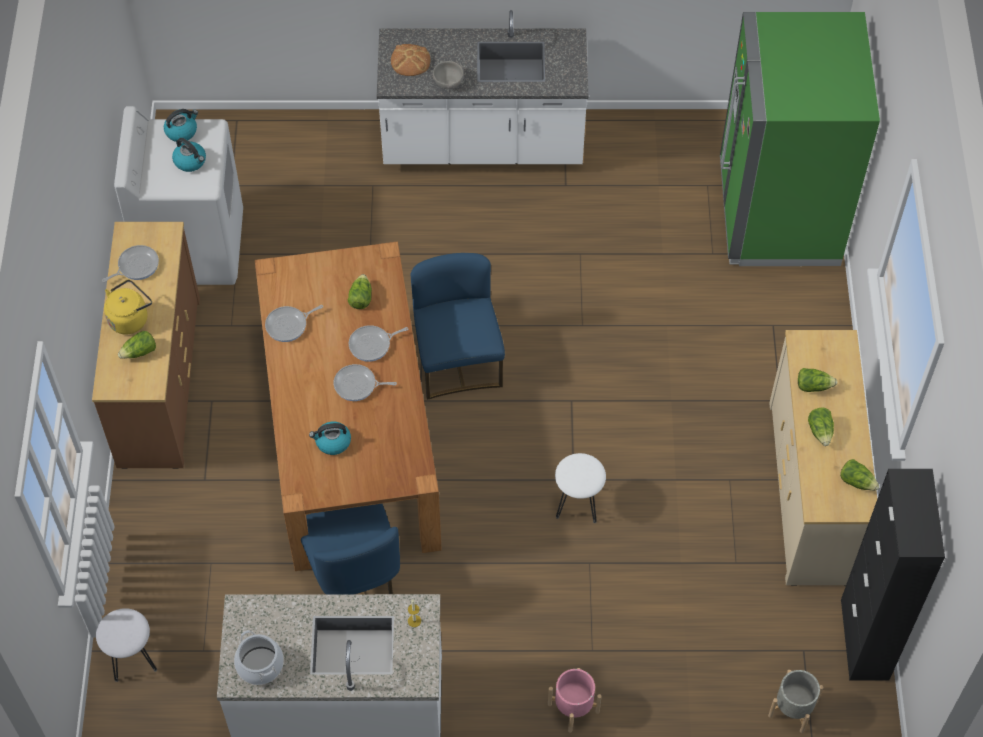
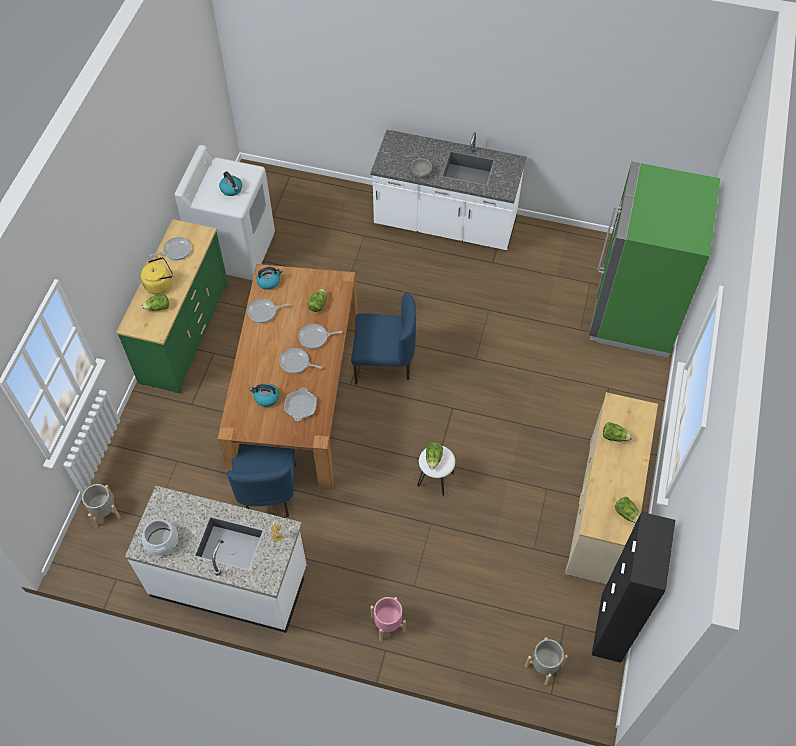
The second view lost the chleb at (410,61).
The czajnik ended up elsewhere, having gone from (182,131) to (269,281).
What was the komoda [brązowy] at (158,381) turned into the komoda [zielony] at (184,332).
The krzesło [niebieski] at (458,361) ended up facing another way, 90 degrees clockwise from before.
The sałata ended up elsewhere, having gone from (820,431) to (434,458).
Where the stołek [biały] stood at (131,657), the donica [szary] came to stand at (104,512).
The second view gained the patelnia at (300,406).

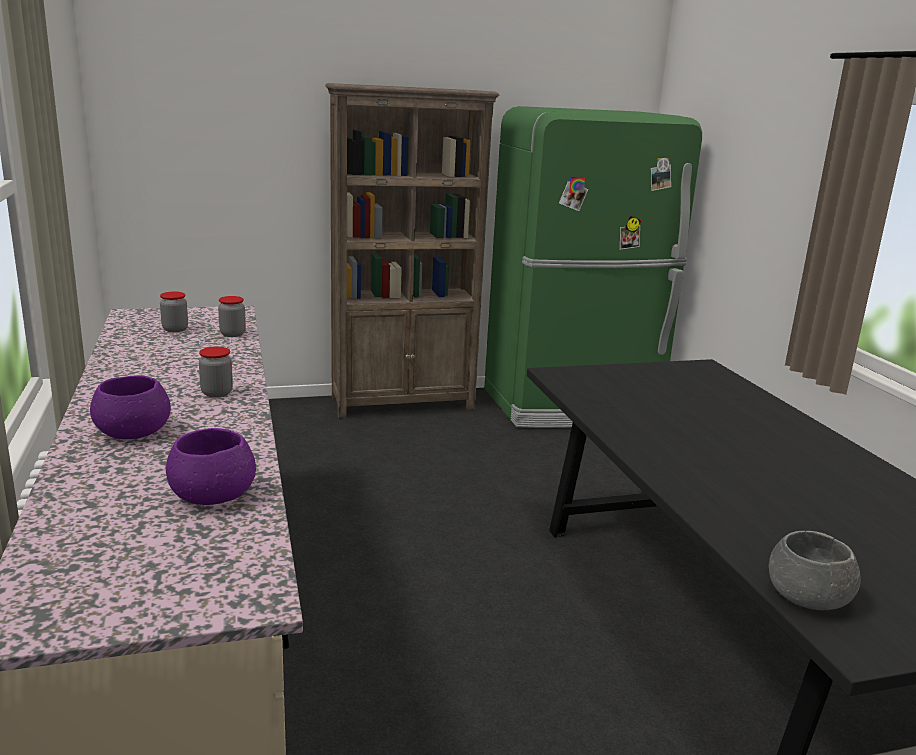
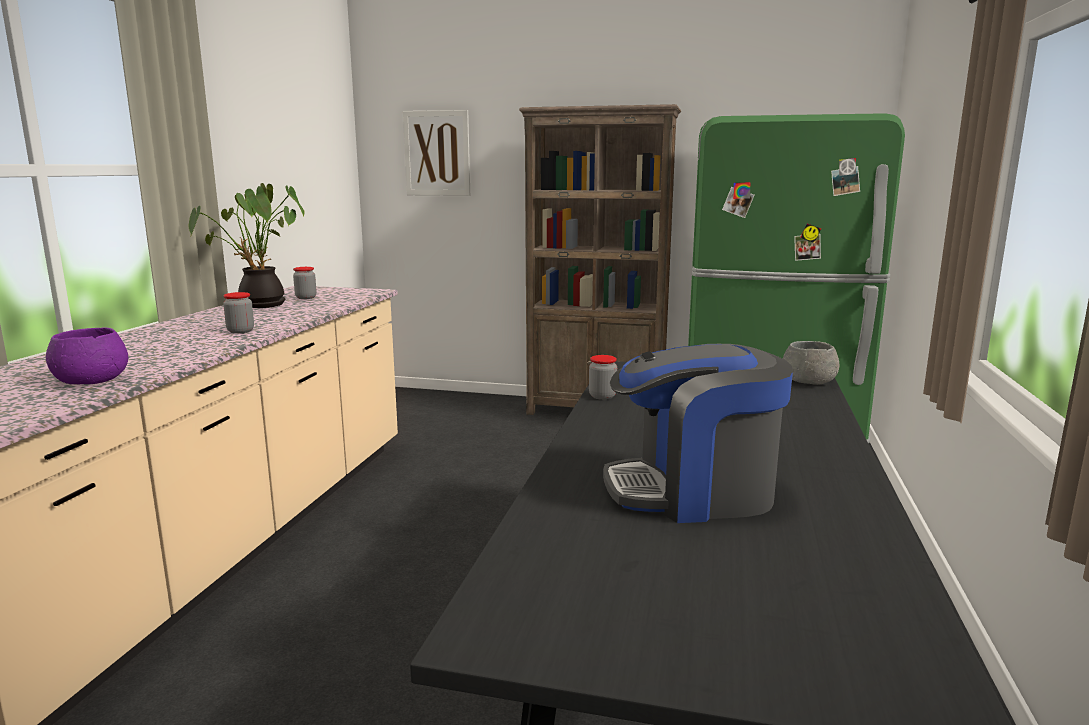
The słoik ended up elsewhere, having gone from (232,334) to (602,396).
The second view lost the miska [fioletowy] at (134,431).
The miska [szary] ended up elsewhere, having gone from (808,597) to (808,381).
The second view gained the obraz at (437,153).
The second view gained the roślina doniczkowa at (259,305).
The second view gained the ekspres do kawy at (693,492).

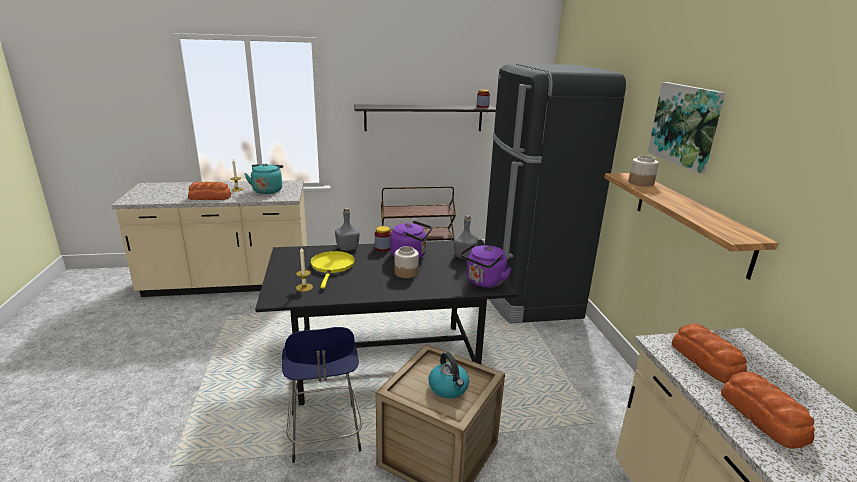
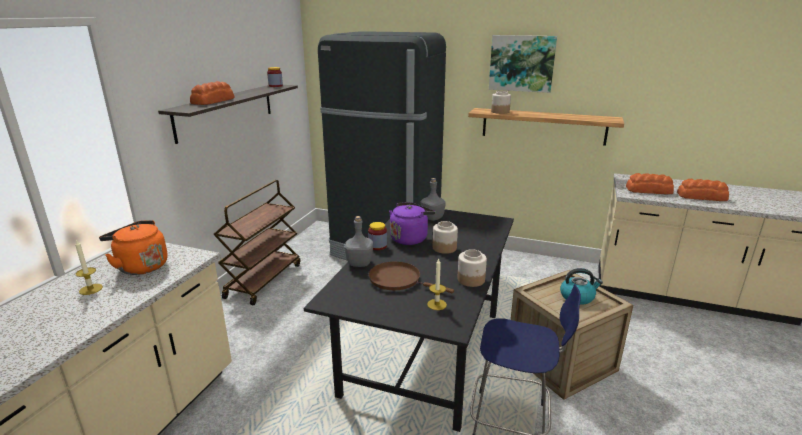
What was the czajnik [turkusowy] at (267,190) turned into the czajnik [pomarańczowy] at (140,266).
The chleb ended up elsewhere, having gone from (210,197) to (213,101).
The second view lost the czajnik [fioletowy] at (484,282).
What was the patelnia [żółty] at (332,266) turned into the patelnia [brązowy] at (398,280).
The second view gained the słoik at (471,280).

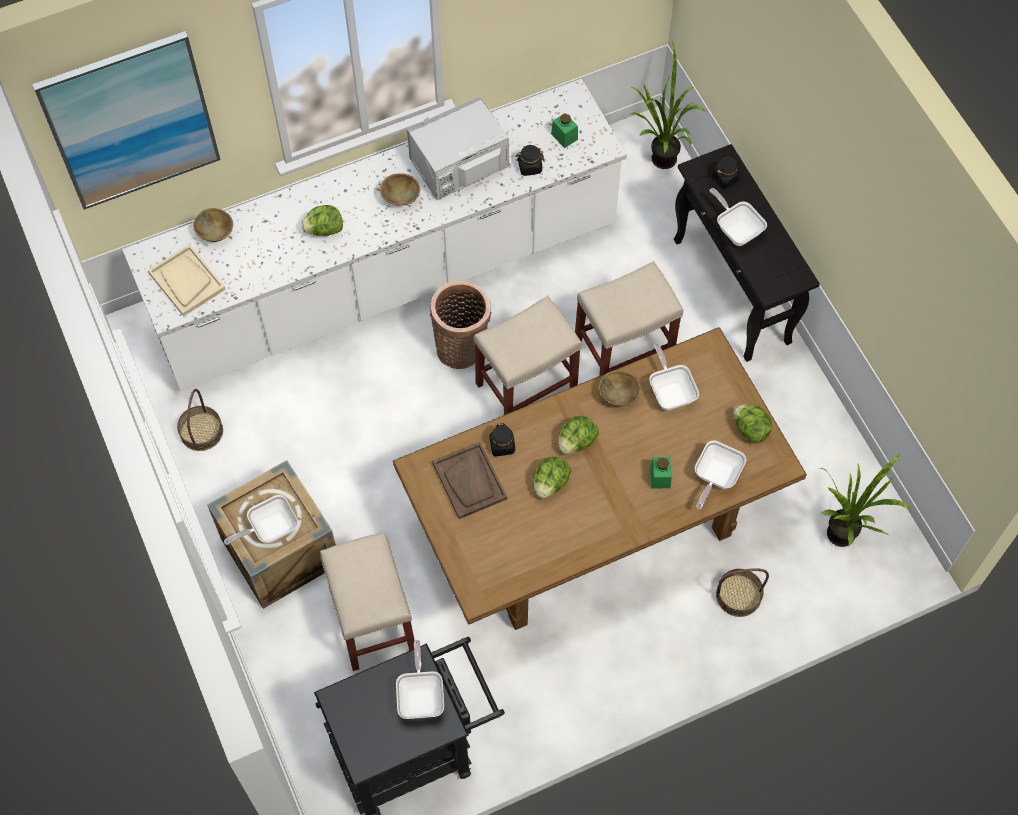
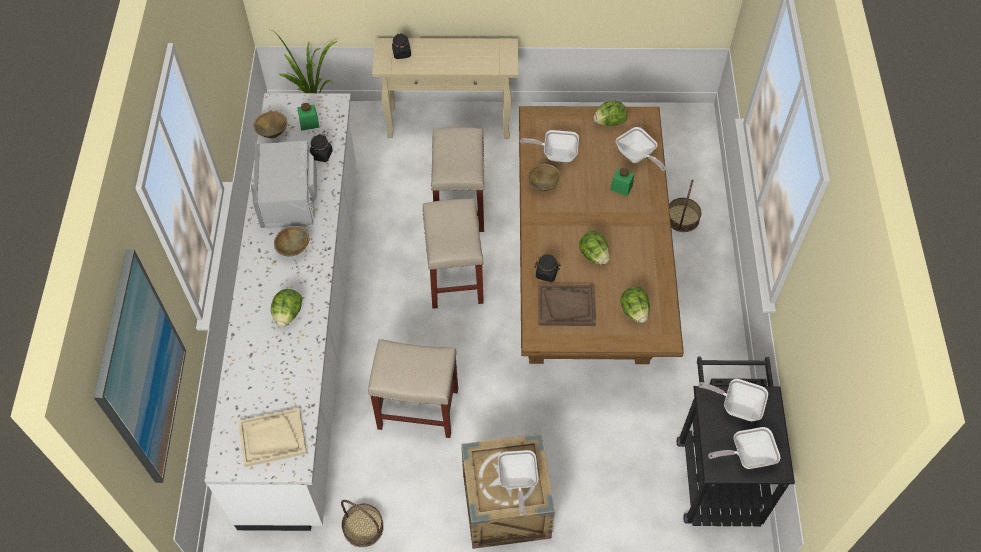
What was the stolik konsolowy [czarny] at (732,292) turned into the stolik konsolowy [beżowy] at (450,123).
The patelnia ended up elsewhere, having gone from (736,229) to (747,455).
The miska [brązowy] ended up elsewhere, having gone from (216,233) to (273,132).
The second view lost the koszyk at (462,347).
The sałata ended up elsewhere, having gone from (576,442) to (634,311).
The second view lost the roślina doniczkowa at (843,541).
The stołek [beżowy] ended up elsewhere, having gone from (372,620) to (417,409).

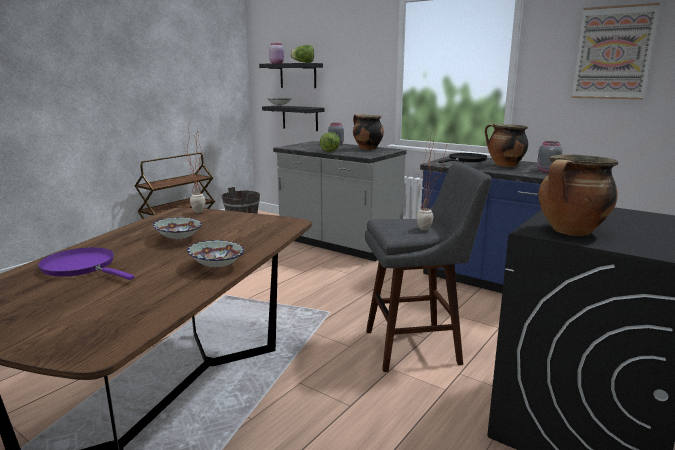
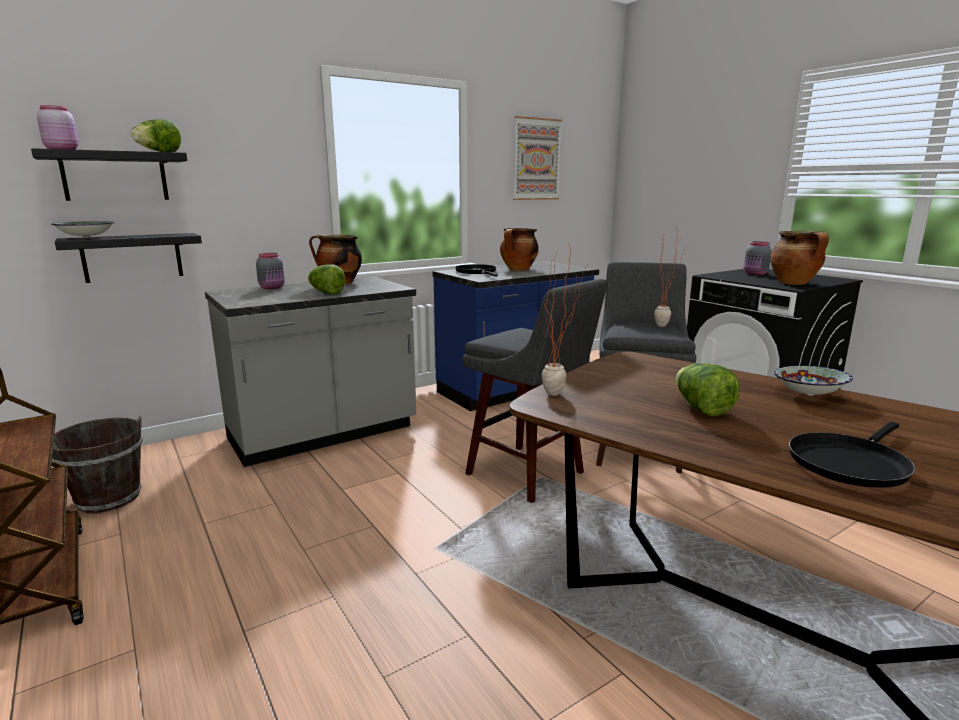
The słoik [szary] ended up elsewhere, having gone from (547,171) to (755,274).
Where the miska stood at (178,239), the sałata came to stand at (701,408).
What was the patelnia [fioletowy] at (82,267) turned into the patelnia [czarny] at (849,463).
The second view gained the stołek [szary] at (529,475).

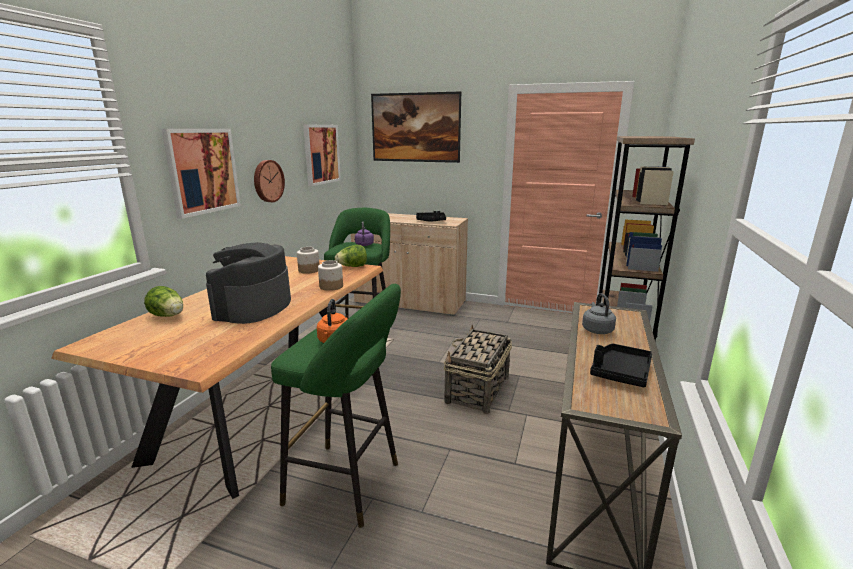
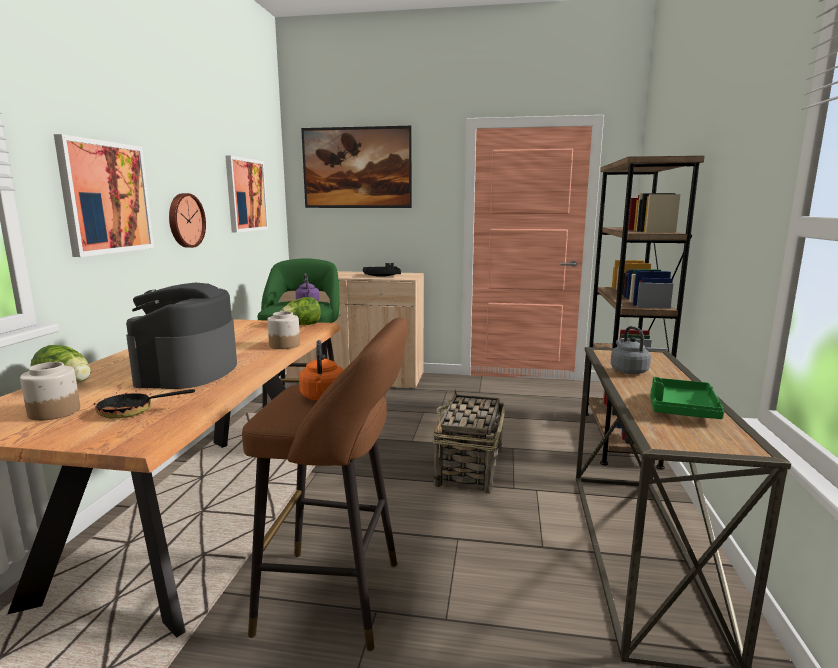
The słoik ended up elsewhere, having gone from (309,270) to (54,412).
What was the stołek [zielony] at (349,484) turned into the stołek [brązowy] at (339,597).
What was the taca [czarny] at (620,372) turned into the taca [zielony] at (681,409).
The second view gained the patelnia at (134,411).

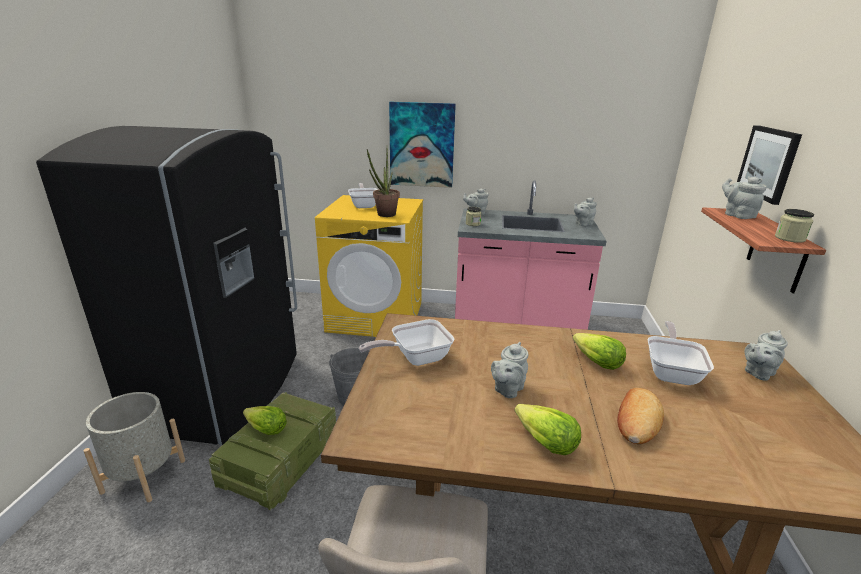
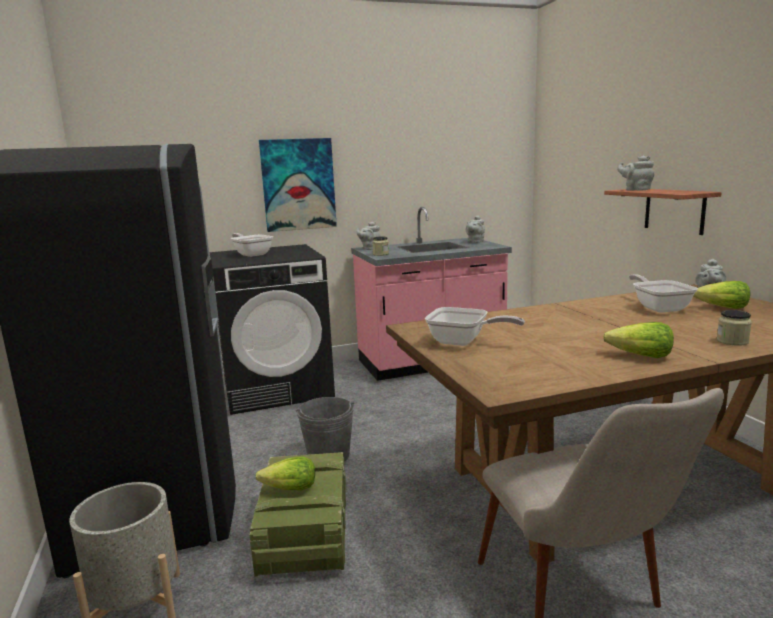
The second view lost the obraz at (768,163).
The second view lost the roślina doniczkowa at (384,215).
What was the pralka [żółty] at (376,317) turned into the pralka [czarny] at (278,388).
The słoik ended up elsewhere, having gone from (789,238) to (732,341).
The patelnia at (415,358) ended up facing another way, 105 degrees counterclockwise from before.
The sałata ended up elsewhere, having gone from (596,362) to (722,308).
The second view lost the imbryk [szary] at (507,389).
The second view lost the chleb at (637,420).

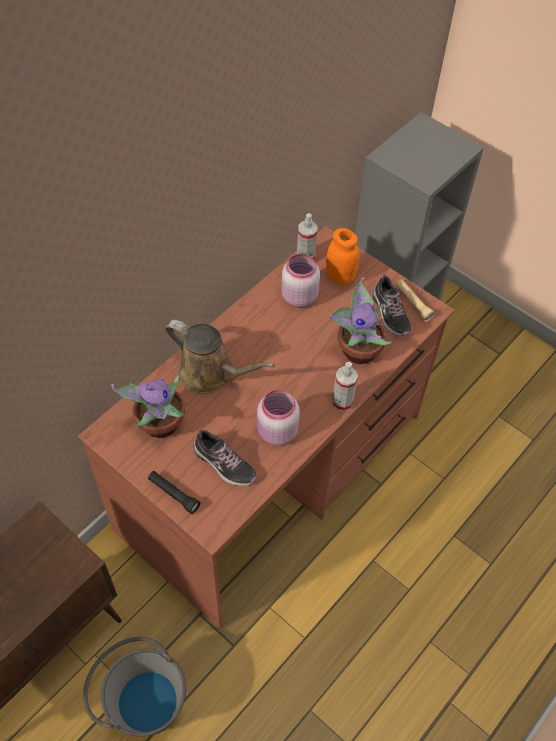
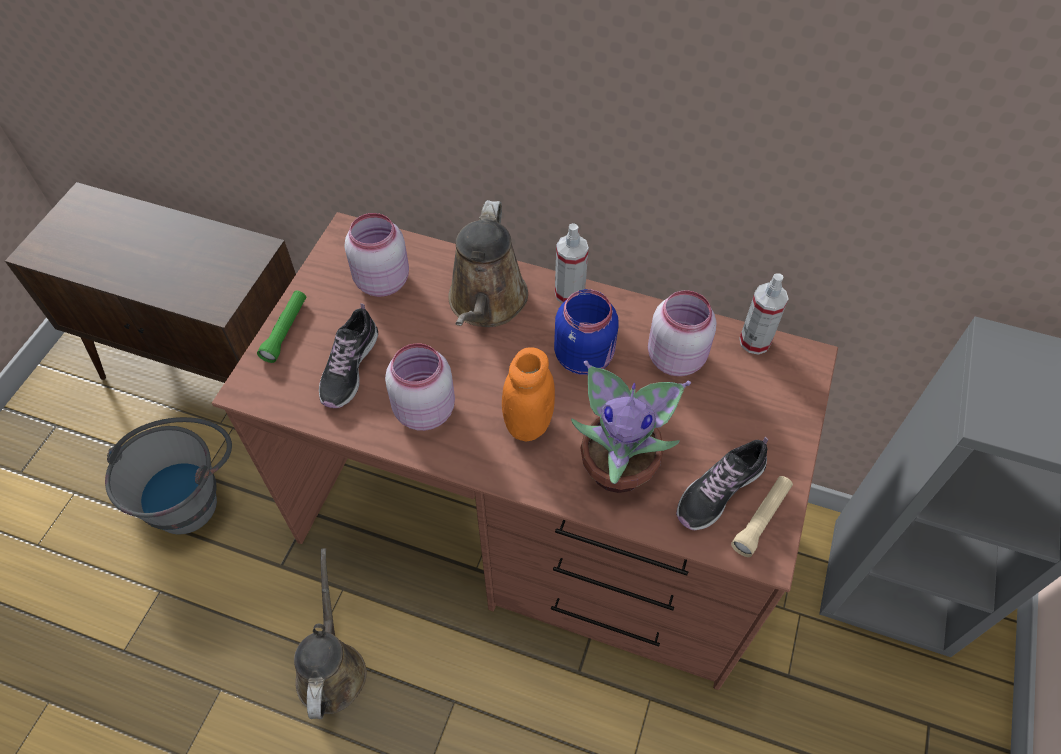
The słoik [pomarańczowy] ended up elsewhere, having gone from (340,277) to (528,424).
The spryskiwacz ended up elsewhere, having gone from (342,402) to (569,293).
Where the roślina doniczkowa stood at (159,425), the słoik [różowy] came to stand at (381,280).
What was the latarka [czarny] at (173,494) turned into the latarka [zielony] at (285,331).
The second view gained the słoik [niebieski] at (585,356).
The second view gained the konewka [brązowy] at (331,668).

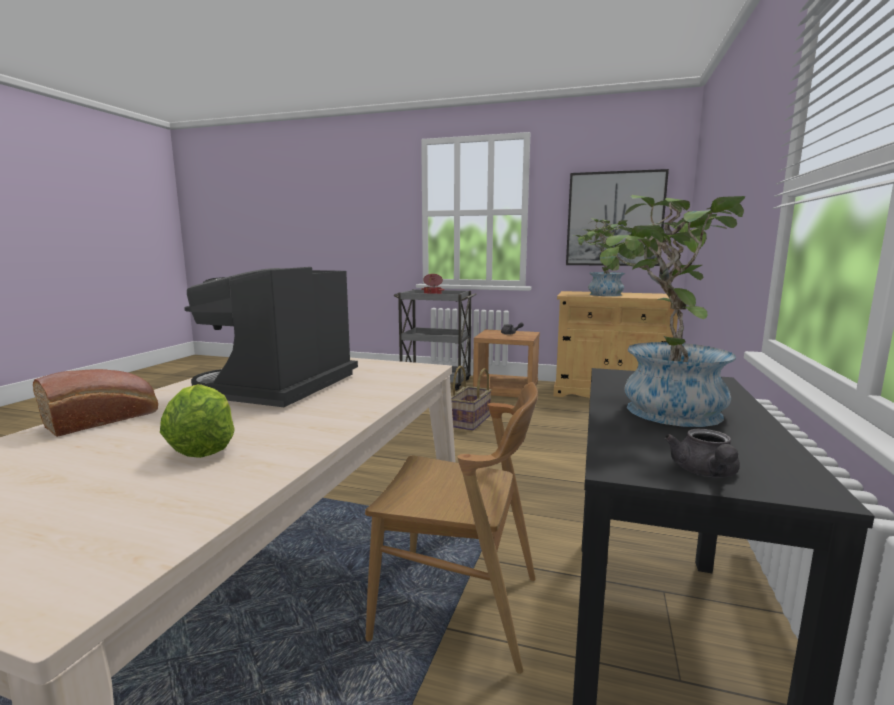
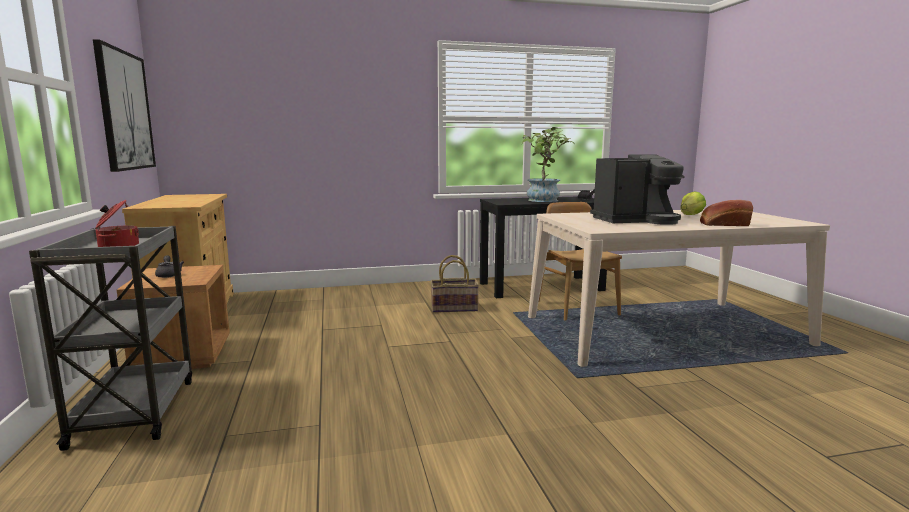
The second view lost the roślina doniczkowa at (599,294).
The koszyk ended up elsewhere, having gone from (471,421) to (454,308).

